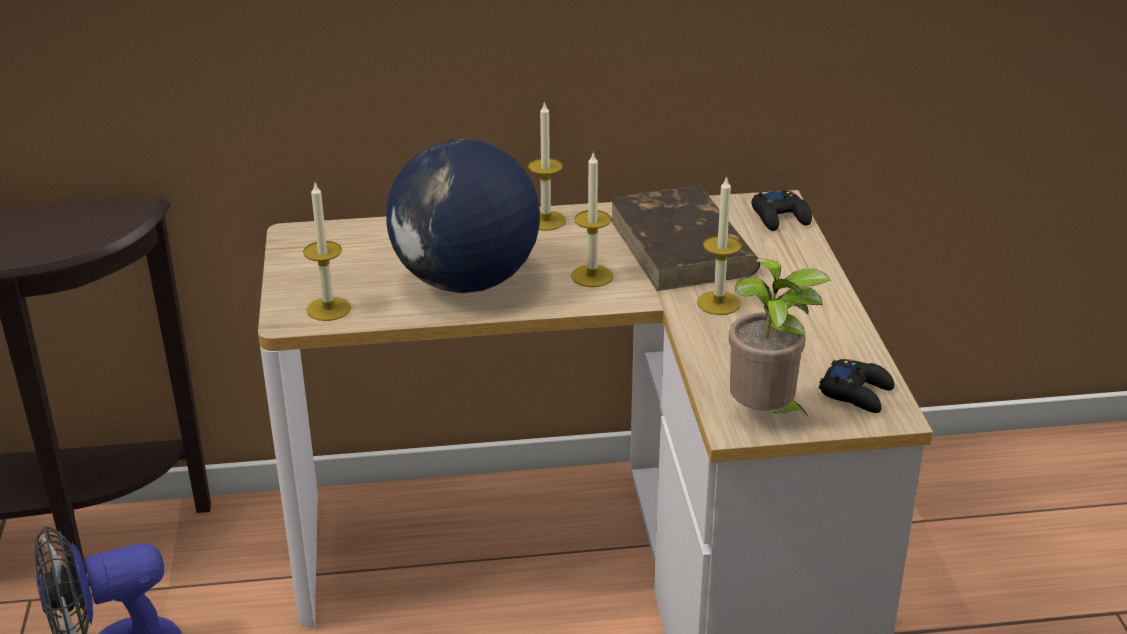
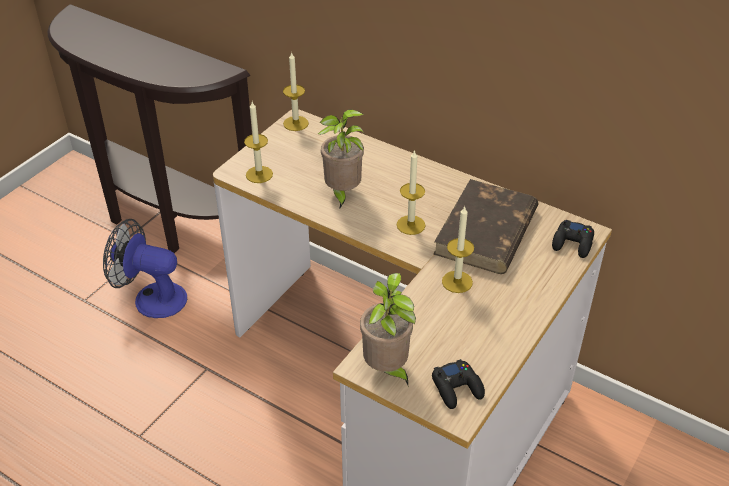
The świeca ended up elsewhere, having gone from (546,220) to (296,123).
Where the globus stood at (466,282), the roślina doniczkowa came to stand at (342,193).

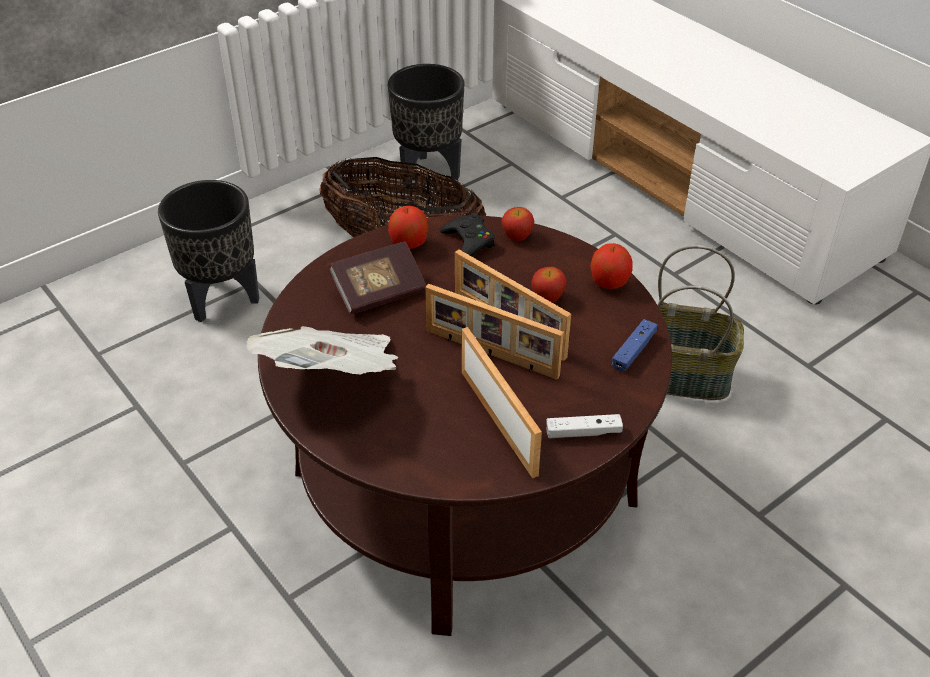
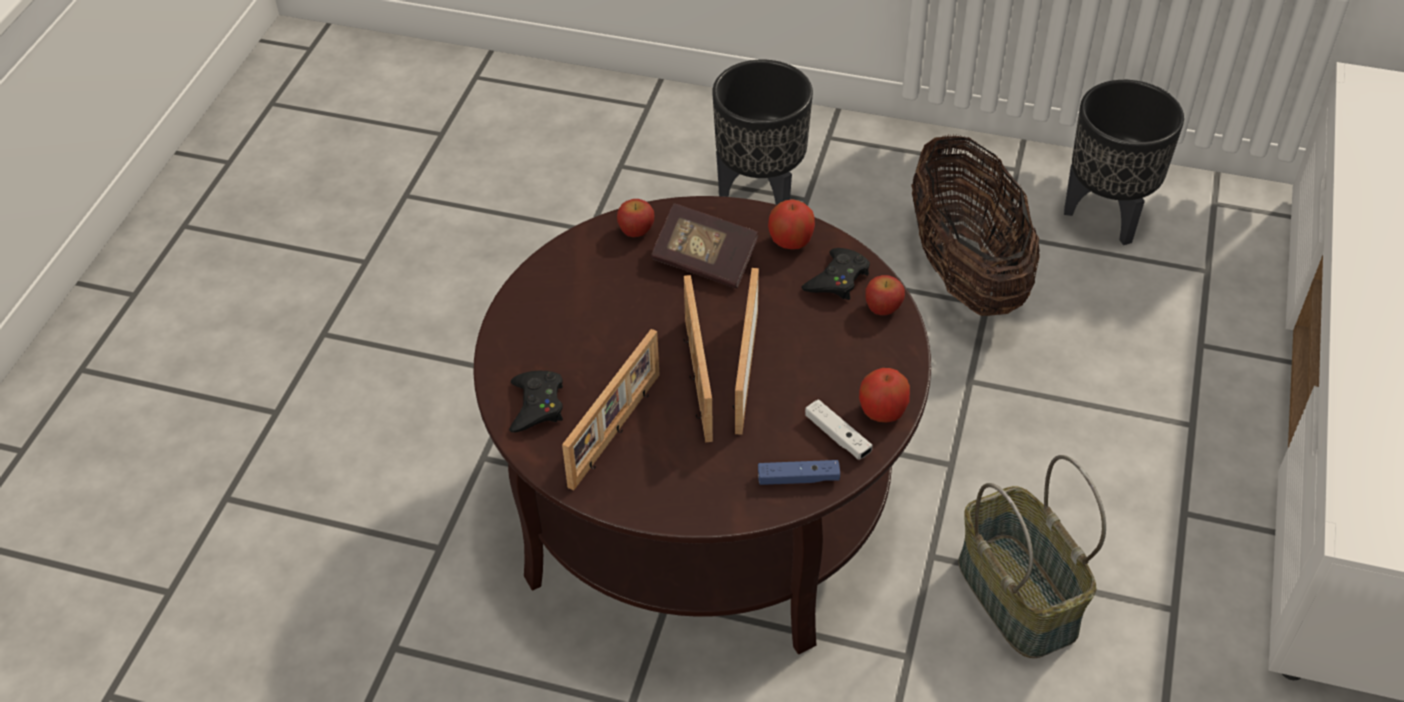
The jabłko ended up elsewhere, having gone from (548,297) to (636,231).
The second view lost the gazeta at (334,377).
The pad do gier [biały] ended up elsewhere, having gone from (583,432) to (837,436).
The second view gained the pad do gier [czarny] at (537,405).

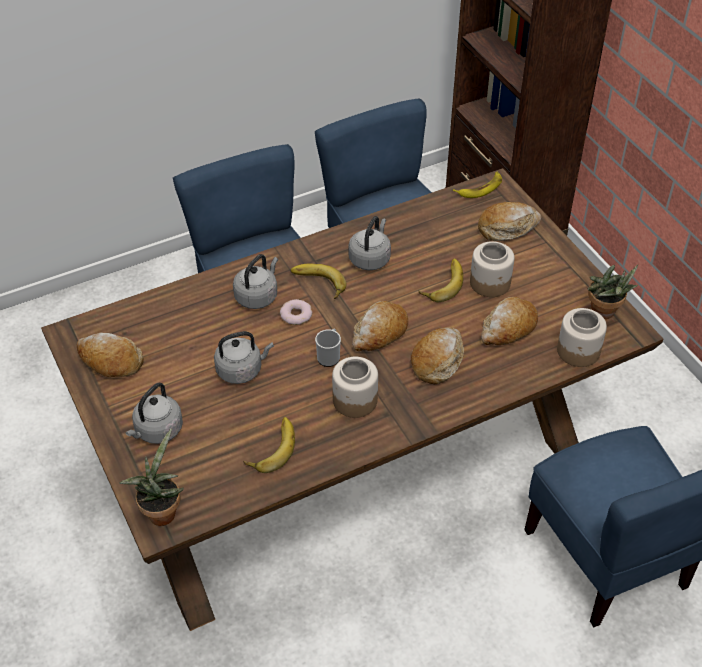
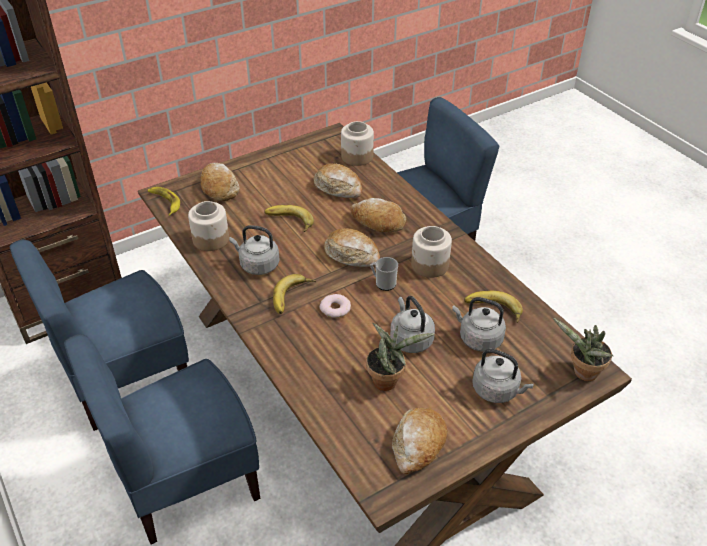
The słoik ended up elsewhere, having gone from (490,283) to (211,239).
The czajnik [szary] ended up elsewhere, having gone from (257,296) to (478,338).
The roślina doniczkowa ended up elsewhere, having gone from (605,314) to (388,380).

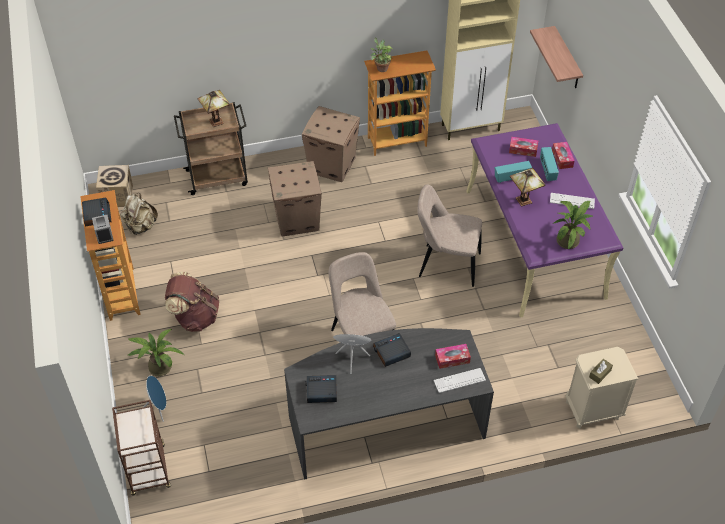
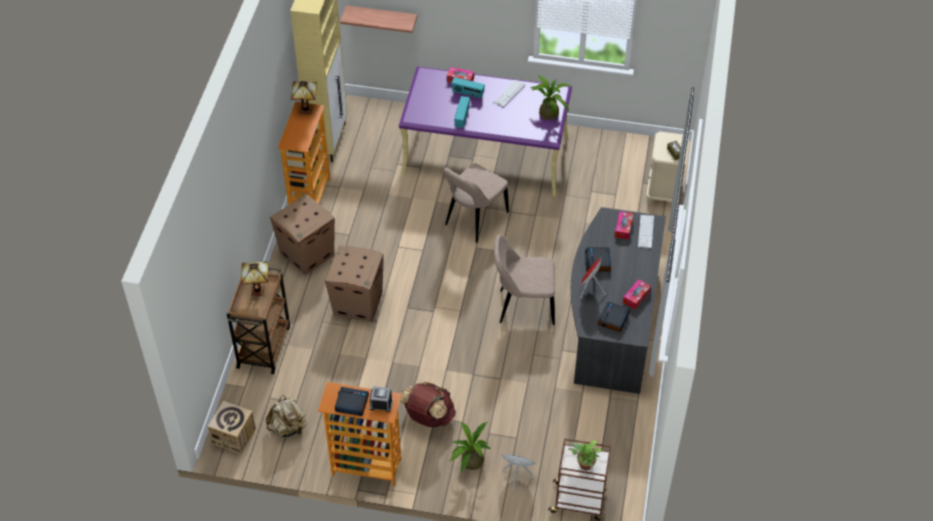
The roślina doniczkowa ended up elsewhere, having gone from (381,68) to (584,466).
The pudełko chusteczek ended up elsewhere, having gone from (523,150) to (636,297).
The lampa stołowa ended up elsewhere, having gone from (525,201) to (307,109).

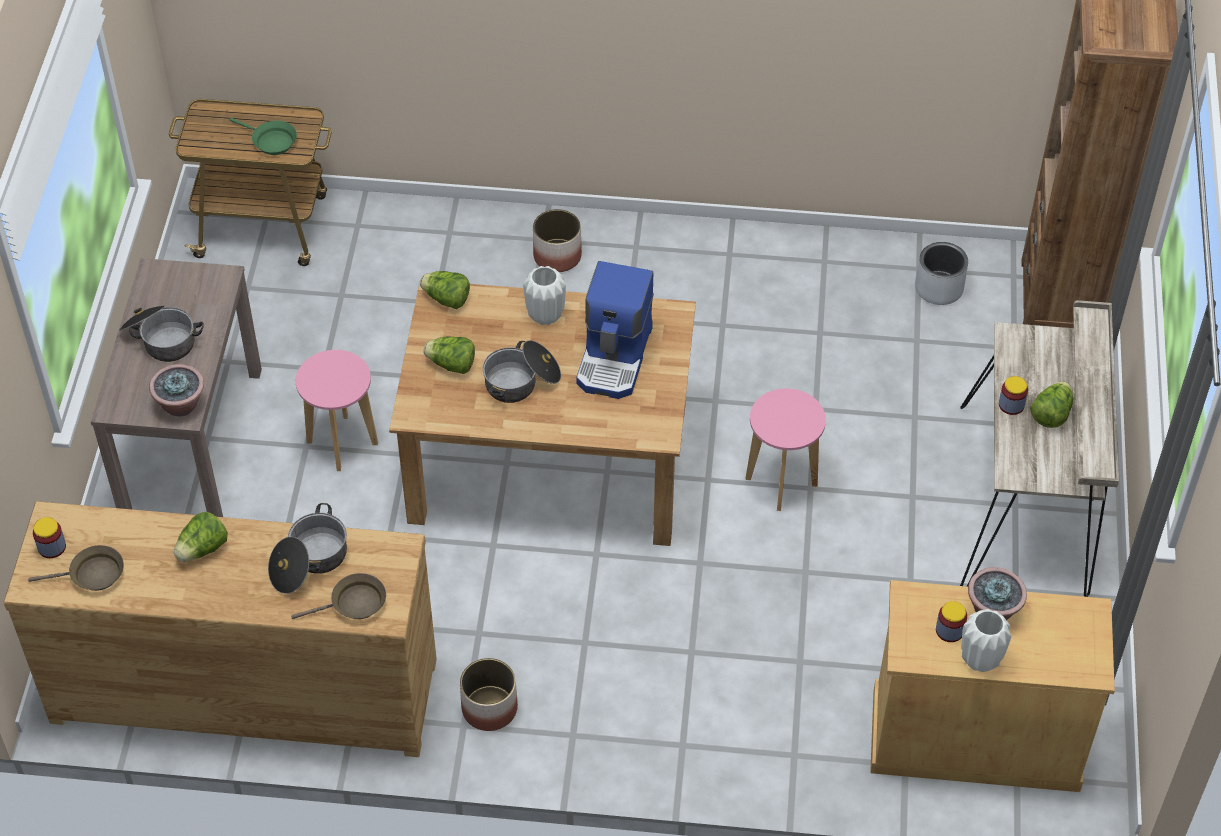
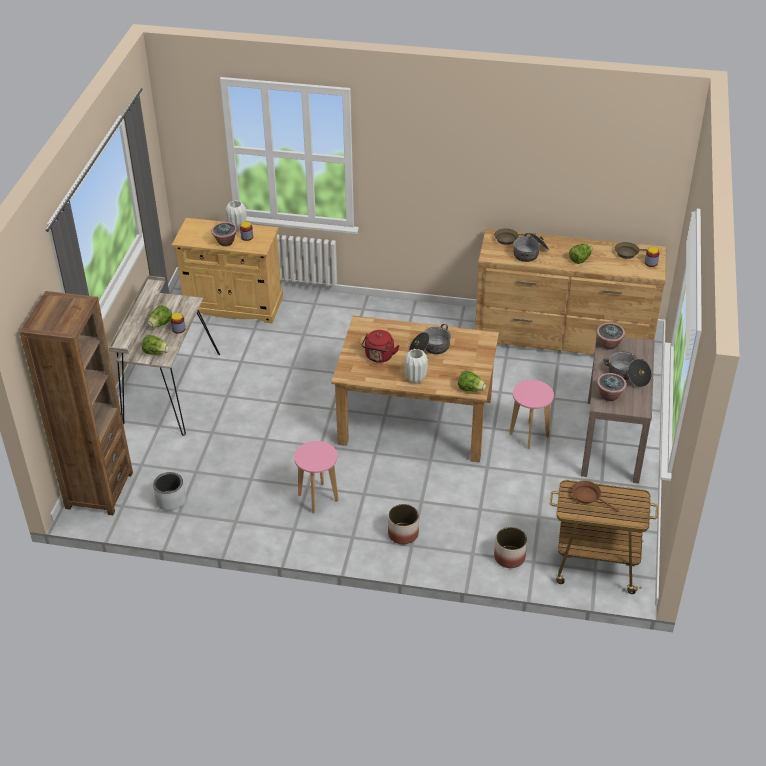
What was the patelnia [zielony] at (271,141) turned into the patelnia [brązowy] at (588,496).
Where the ekspres do kawy stood at (615,358), the czajnik [czerwony] came to stand at (379,357).
The sałata ended up elsewhere, having gone from (451,365) to (156,352).
The stołek [różowy] ended up elsewhere, having gone from (781,482) to (318,498).
The donica ended up elsewhere, having gone from (489,708) to (509,557).
The second view gained the roślina doniczkowa at (609,396).

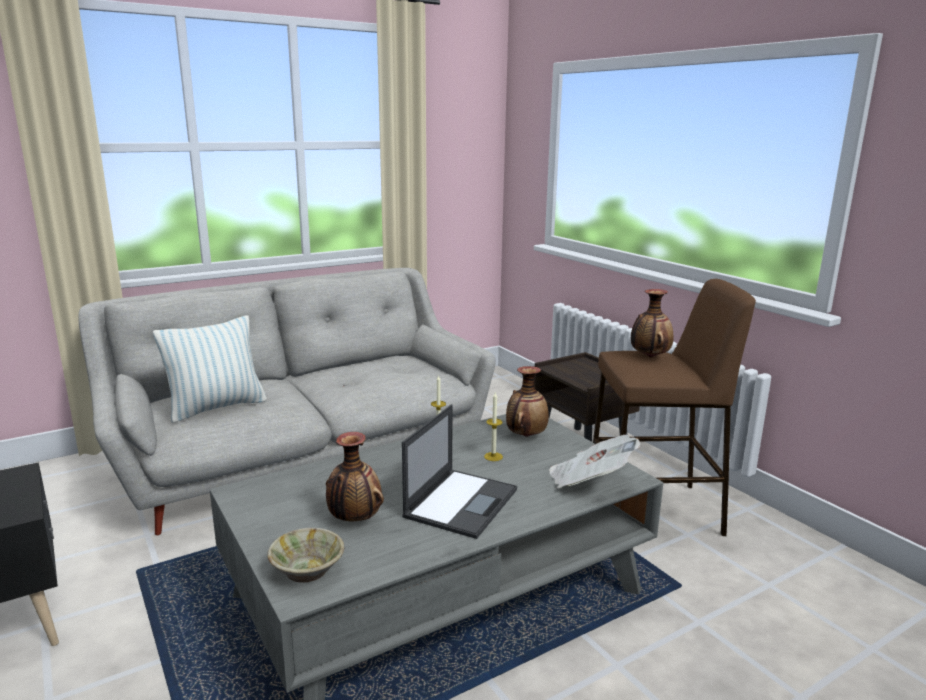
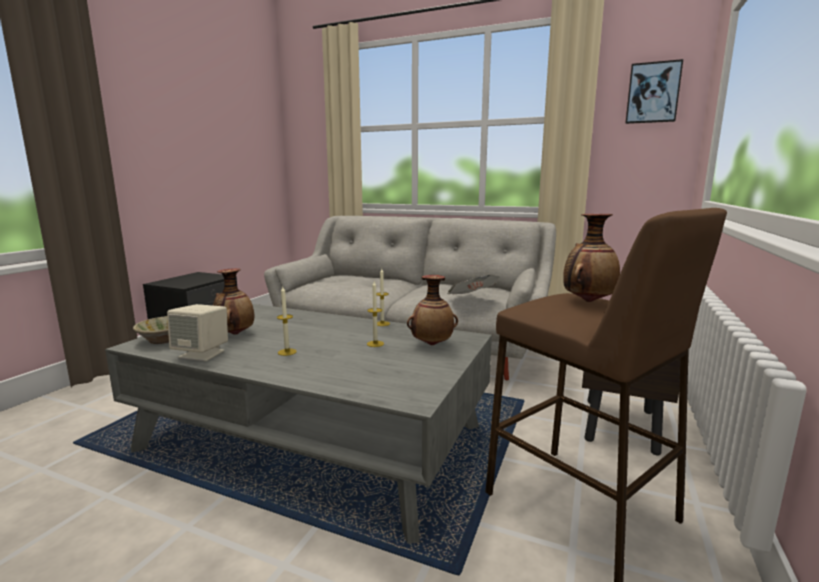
The second view lost the poduszka at (216,407).
Where the laptop stood at (461,502), the świeca came to stand at (287,352).
The gazeta ended up elsewhere, having gone from (589,481) to (472,299).
The second view gained the obraz at (653,93).
The second view gained the głośnik [beżowy] at (202,354).

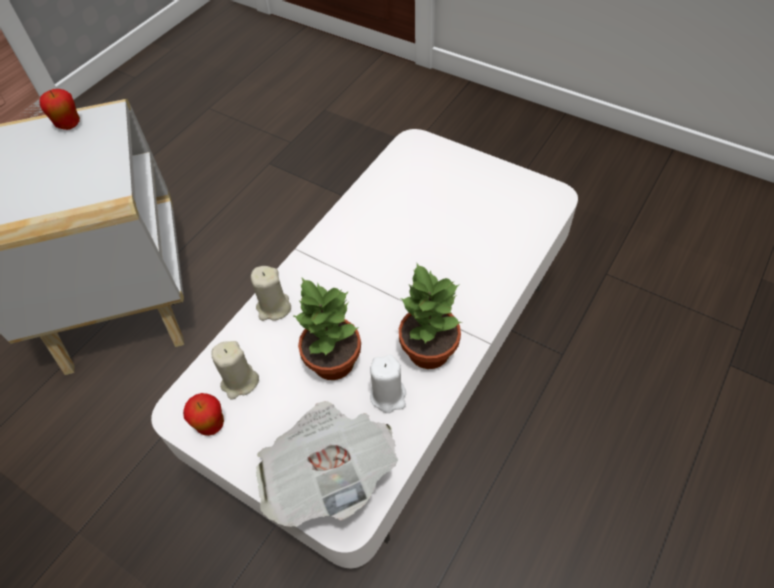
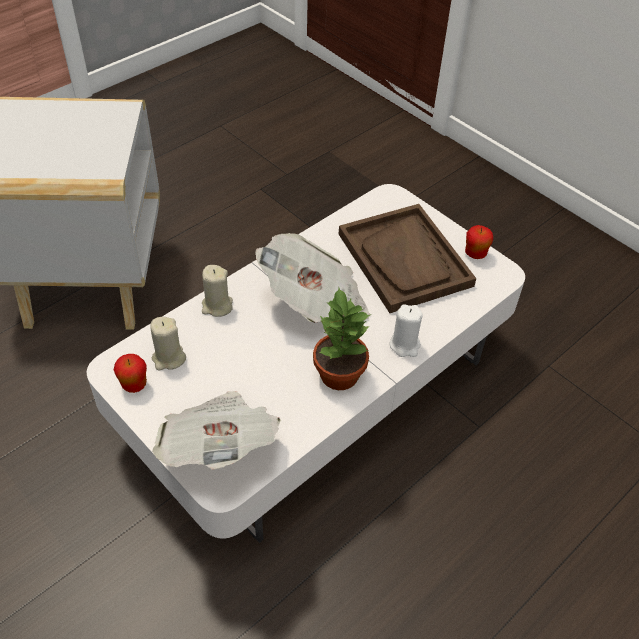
The jabłko ended up elsewhere, having gone from (69,125) to (475,254).
The second view lost the roślina doniczkowa at (332,361).
The świeca [biały] ended up elsewhere, having gone from (388,395) to (405,345).
The second view gained the taca [brązowy] at (405,260).
The second view gained the gazeta at (315,301).

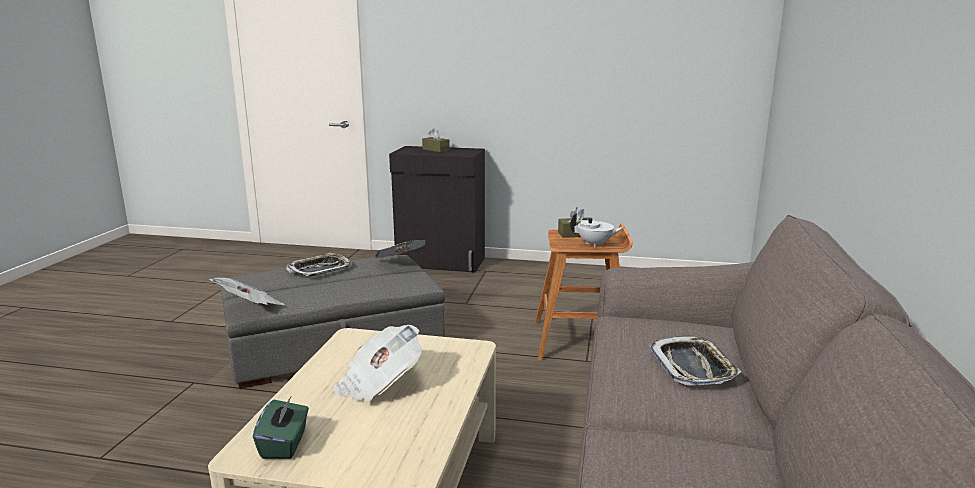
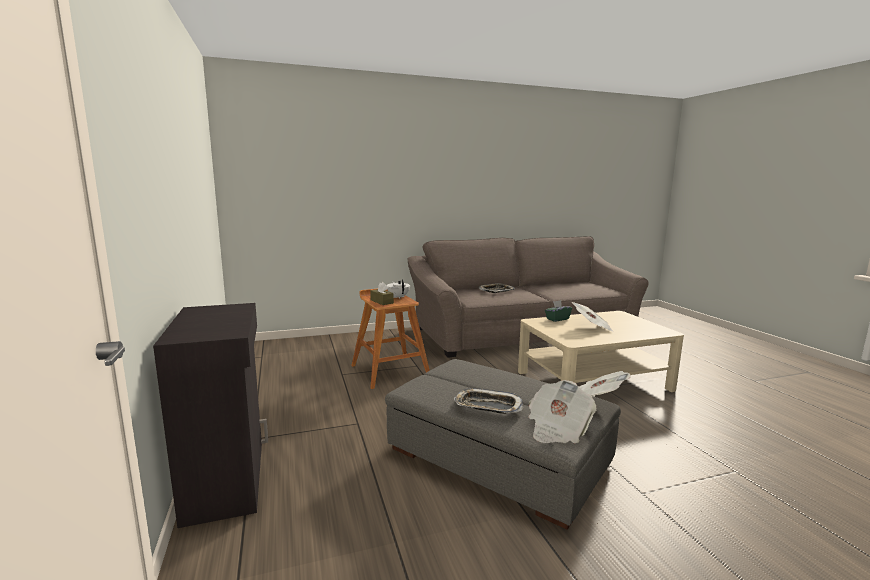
The second view lost the pudełko chusteczek [brązowy] at (435,150).
The gazeta ended up elsewhere, having gone from (400,263) to (557,429).
The pudełko chusteczek [zielony] ended up elsewhere, having gone from (284,444) to (557,319).

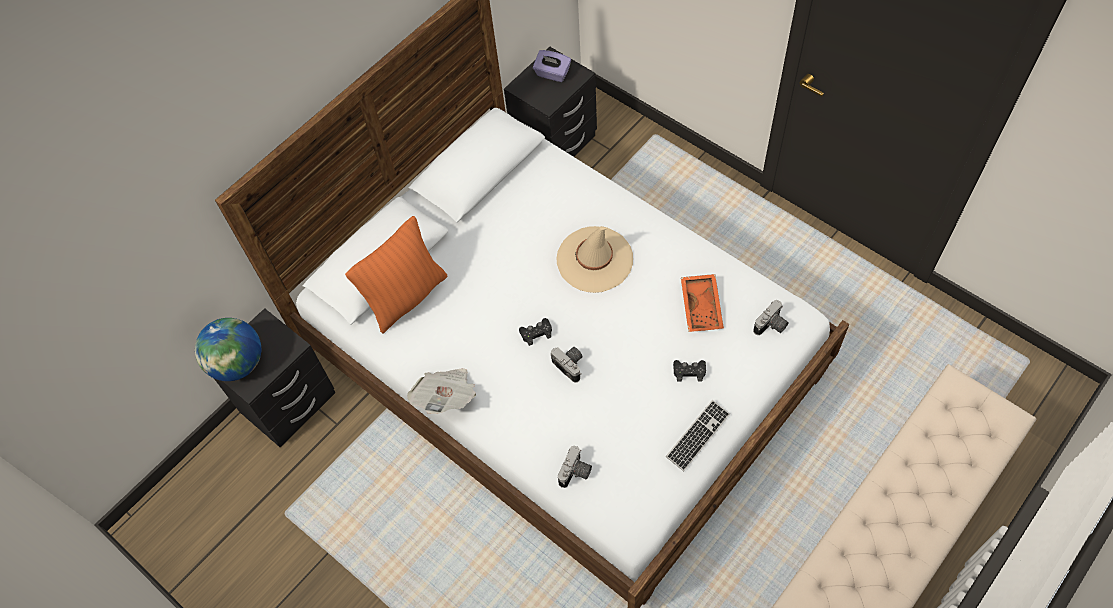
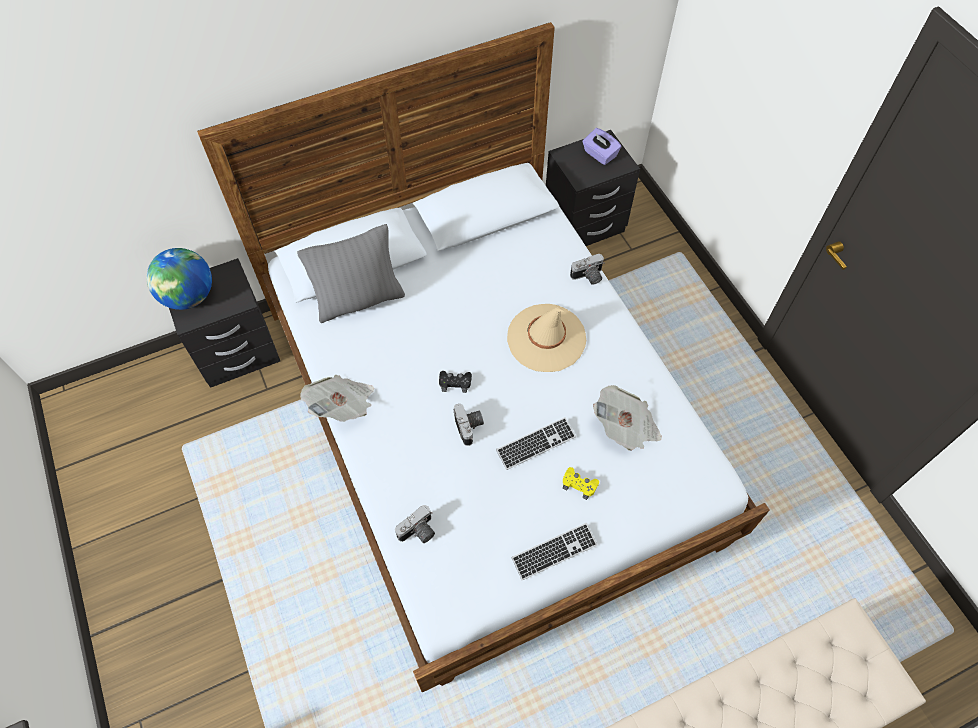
What was the poduszka [pomarańczowy] at (406,297) turned into the poduszka [szary] at (359,300).
Where the taca [pomarańczowy] stood at (702,307), the gazeta came to stand at (625,427).
The aparat fotograficzny ended up elsewhere, having gone from (771,326) to (588,277).
What was the pad do gier [czarny] at (689,372) turned into the pad do gier [żółty] at (579,484).
The second view gained the klawiatura at (536,444).

